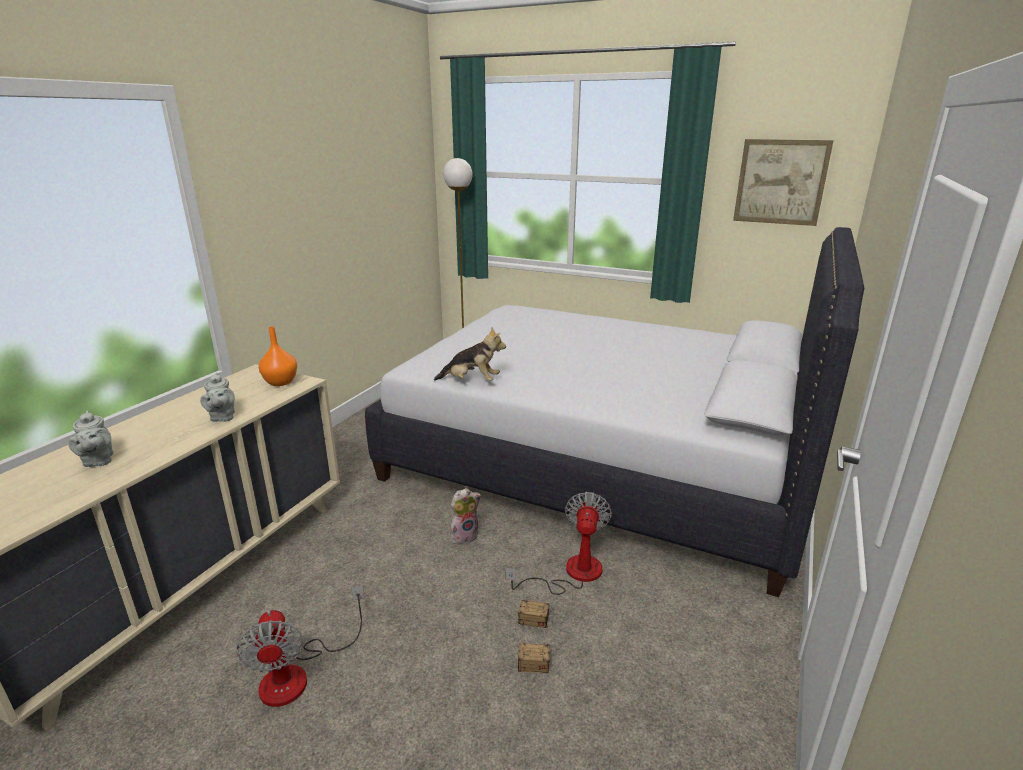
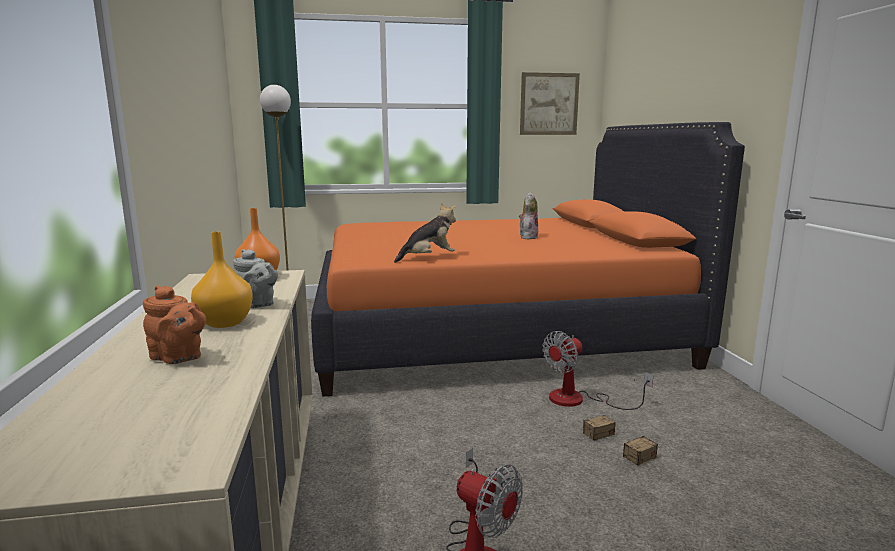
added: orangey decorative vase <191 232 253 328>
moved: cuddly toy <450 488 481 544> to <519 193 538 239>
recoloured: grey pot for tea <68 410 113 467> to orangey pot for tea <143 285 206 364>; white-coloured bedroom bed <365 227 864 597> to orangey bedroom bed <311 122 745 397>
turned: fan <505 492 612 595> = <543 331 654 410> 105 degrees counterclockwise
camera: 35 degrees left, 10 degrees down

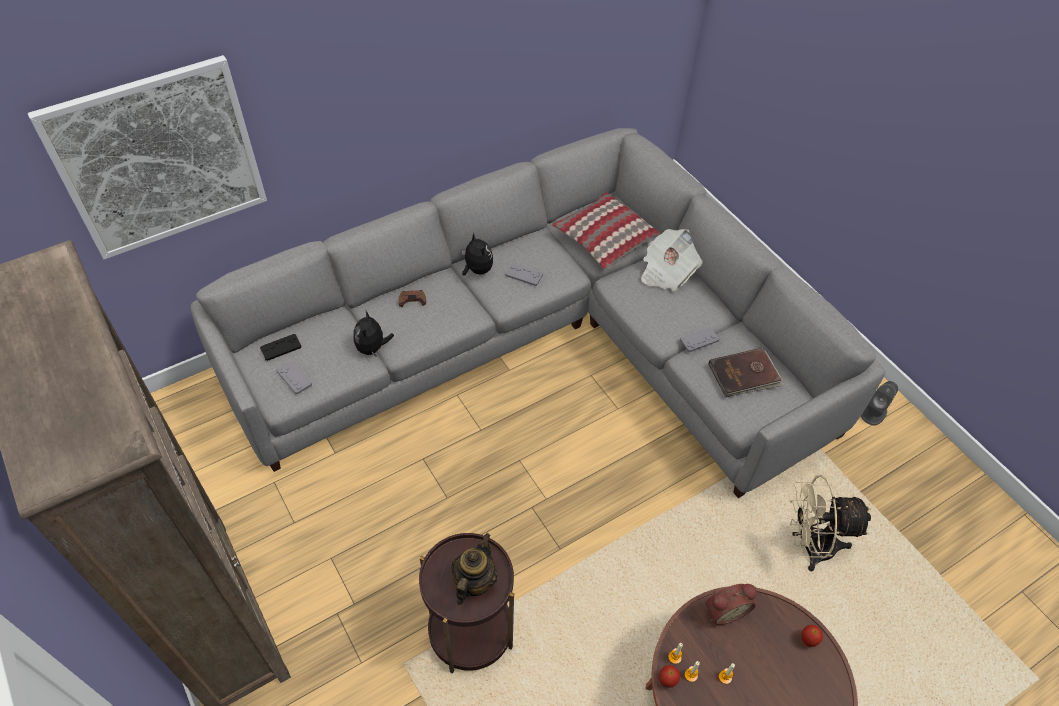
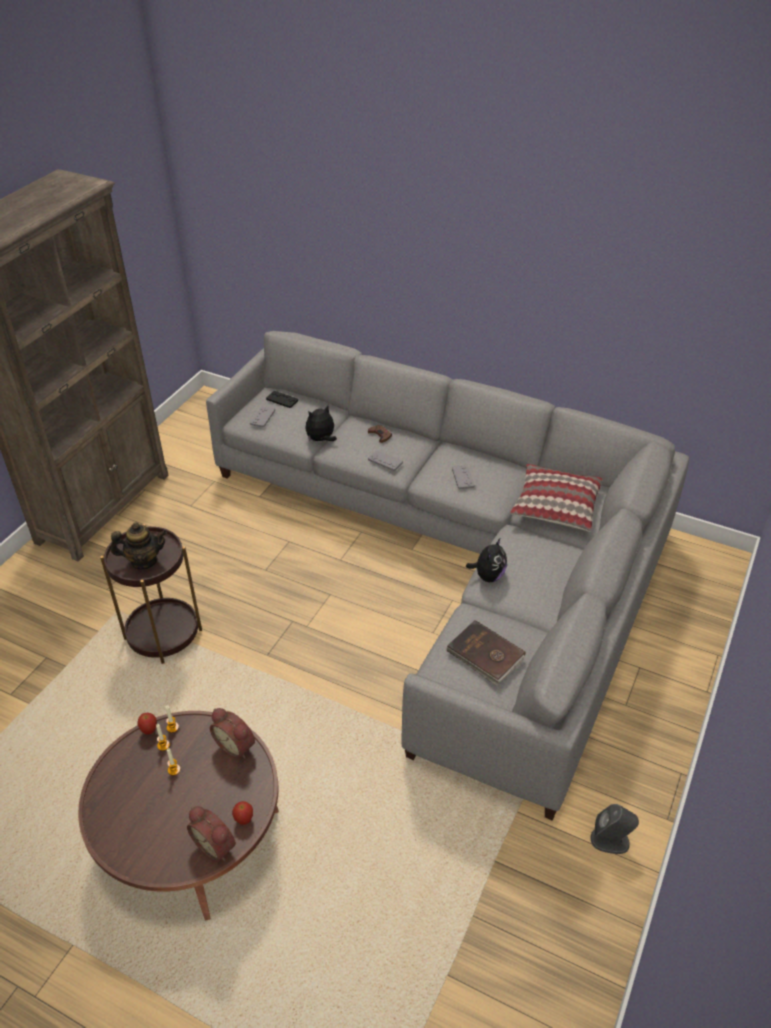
removed: wall picture <27 55 267 260>; daily paper <641 229 703 291>; beige-coloured fan <790 475 871 571>
added: bedside clock <187 806 236 862>
moved: cuddly toy <462 233 493 276> to <466 538 507 582>; grey gamepad <680 327 719 352> to <368 450 403 471>
camera: 60 degrees right, 10 degrees down

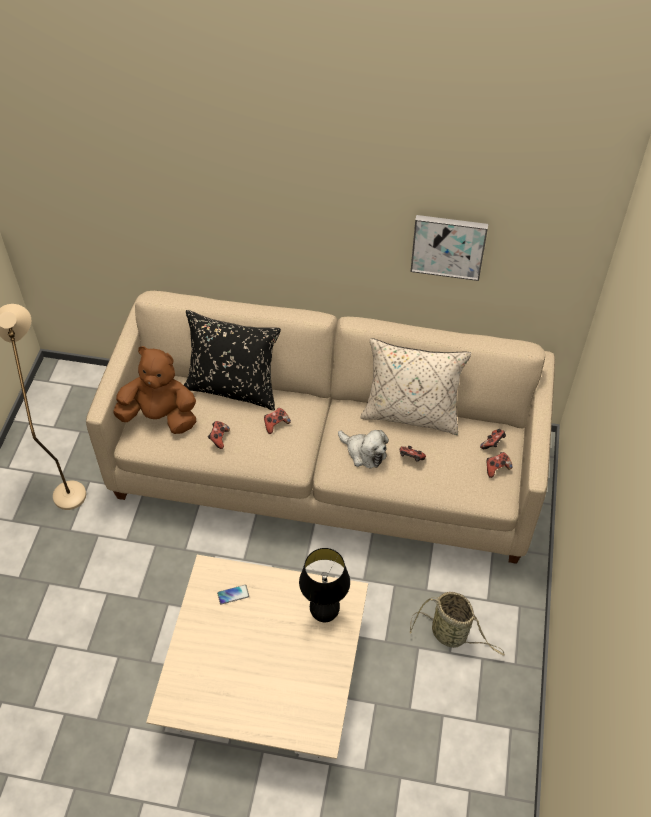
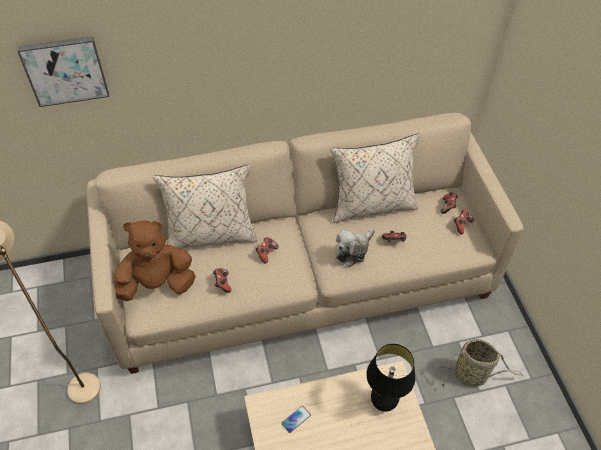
moved: wall picture <411 215 488 281> to <17 36 109 107>
recoloured: black-coloured pillow <184 310 281 410> to beige-coloured pillow <153 165 258 249>
turned: cuddly toy <338 430 389 468> = <336 229 375 267> 120 degrees clockwise
camera: 25 degrees left, 0 degrees up

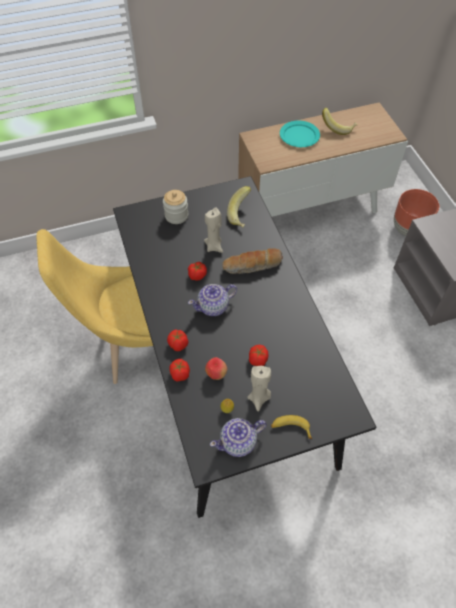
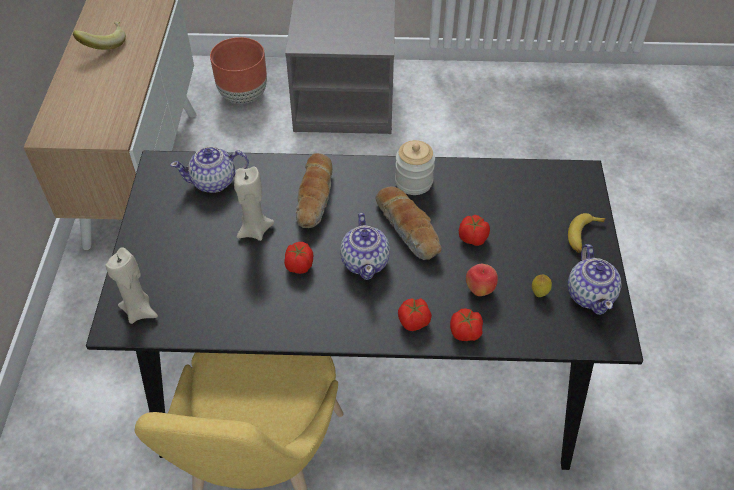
removed: blue-green dinner plate <280 121 320 147>
added: bakery bread <375 186 442 260>
moved: preserve jar <163 190 188 224> to <395 140 435 195>; beige-coloured candle <247 366 271 412> to <105 247 158 324>
replaced: banana fruit <227 186 251 228> to pot for tea <170 146 249 193>
camera: 70 degrees left, 5 degrees down

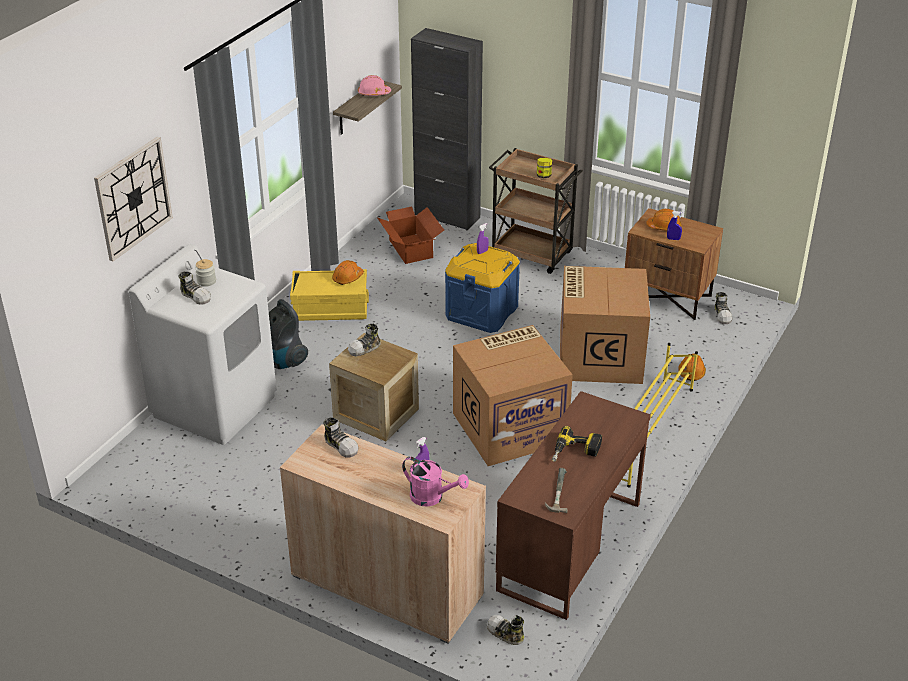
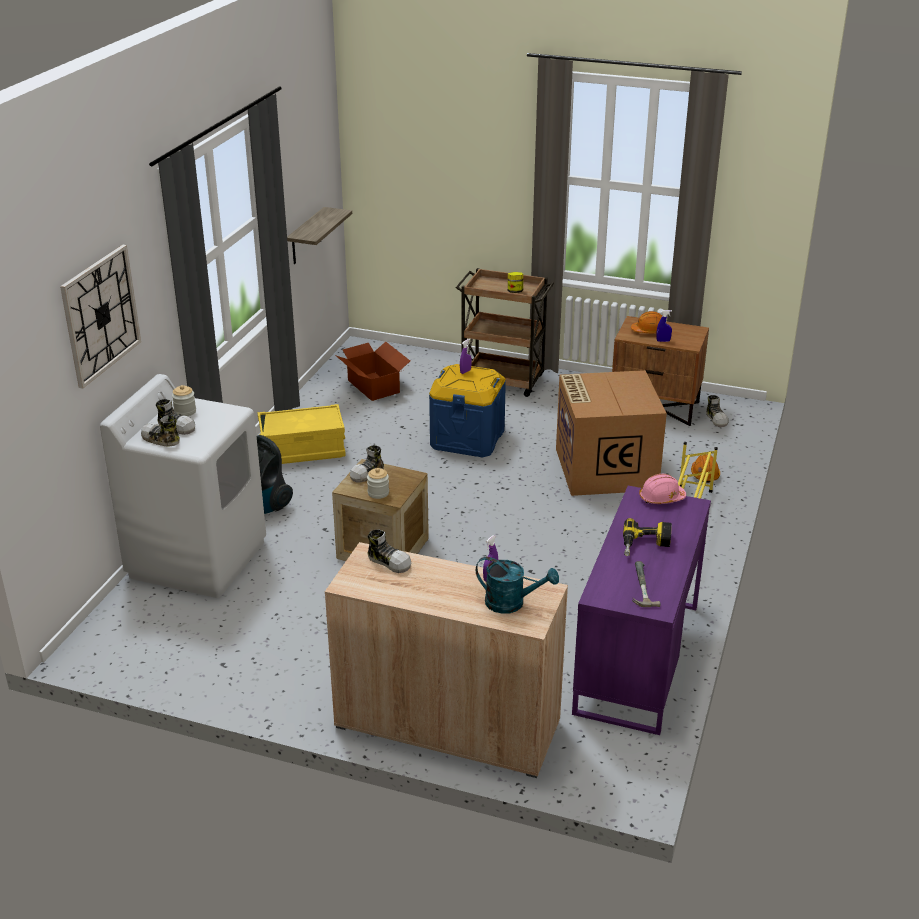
removed: orangey safety helmet <332 260 364 285>; black-coloured cabinet <411 28 483 230>; carton <453 325 573 466>
added: preserve jar <367 468 389 499>
moved: pink-coloured safety helmet <358 75 391 96> to <639 474 686 504>; item of footwear <487 615 525 645> to <141 415 180 447>
recoloured: pink-coloured watering pot <402 457 469 507> to blue-green watering pot <476 557 559 614>; brown-coloured desk table <496 391 651 620> to purplish desk table <572 486 711 735>
camera: 10 degrees left, 5 degrees down

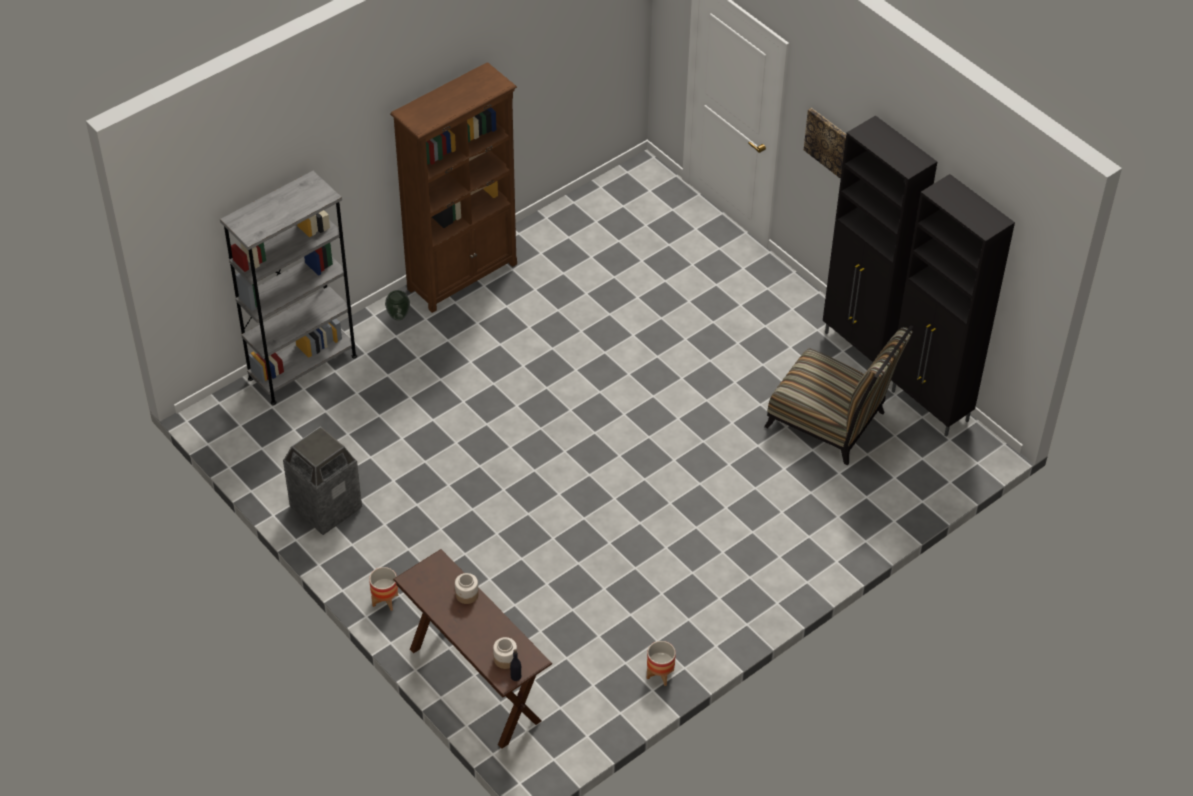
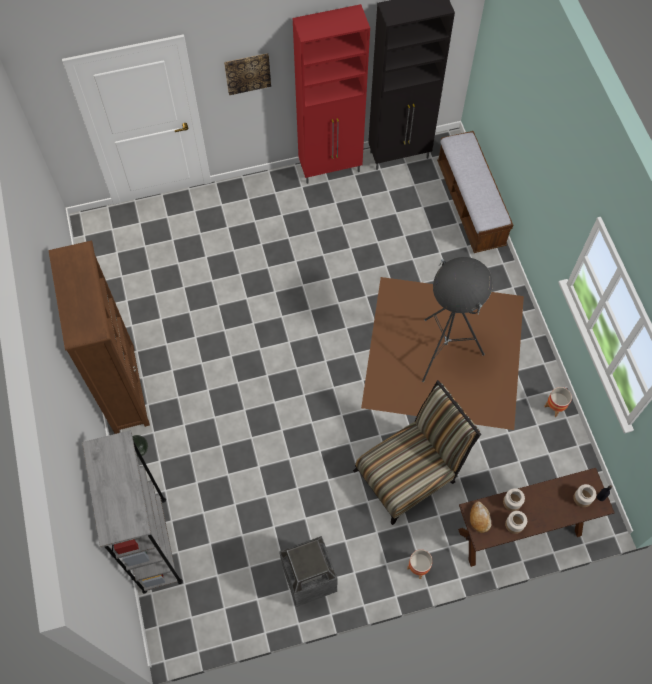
added: brown-coloured standing lamp <361 257 524 430>; long seat <437 131 513 253>; bakery bread <470 501 491 533>; preserve jar <505 511 527 534>
moved: plain chair <764 326 913 465> to <353 380 481 525>
recoloured: black-coloured cabinet <823 115 937 362> to red cabinet <293 4 370 184>
camera: 65 degrees left, 15 degrees up

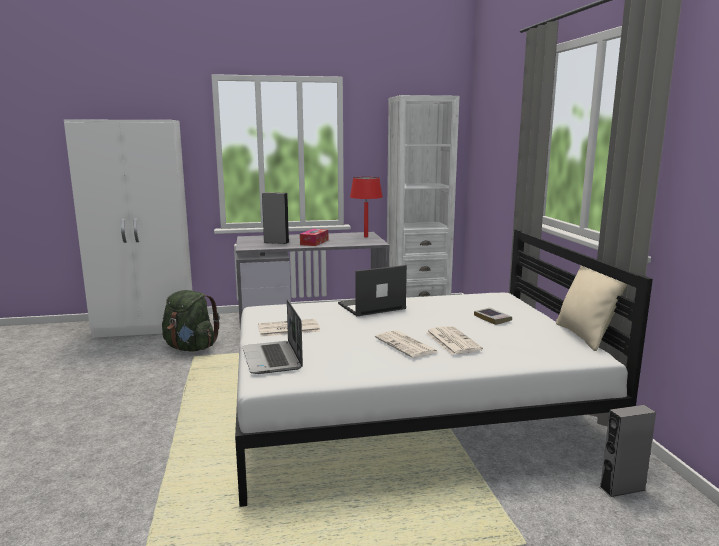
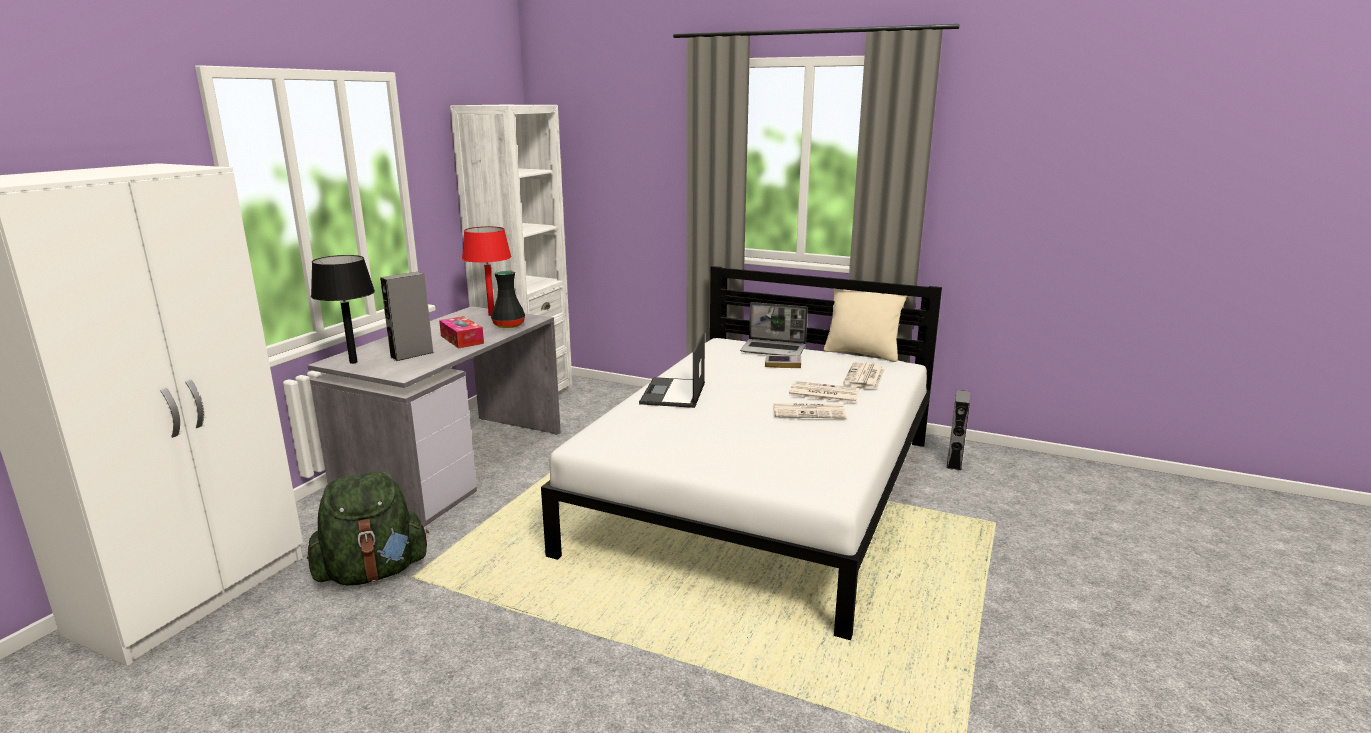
added: black-coloured lamp for a table <311 255 375 364>; black-coloured decorative vase <491 271 525 328>
moved: notebook computer <242 299 303 374> to <740 302 808 356>; daily paper <258 319 320 337> to <843 362 885 389>
camera: 55 degrees left, 5 degrees up

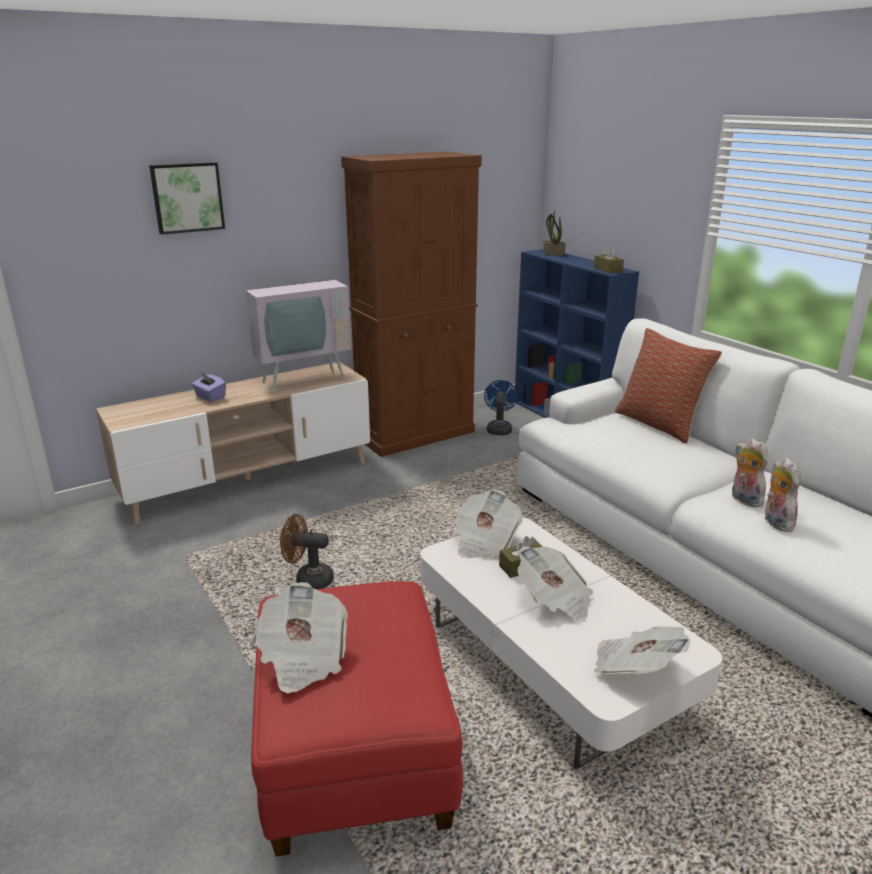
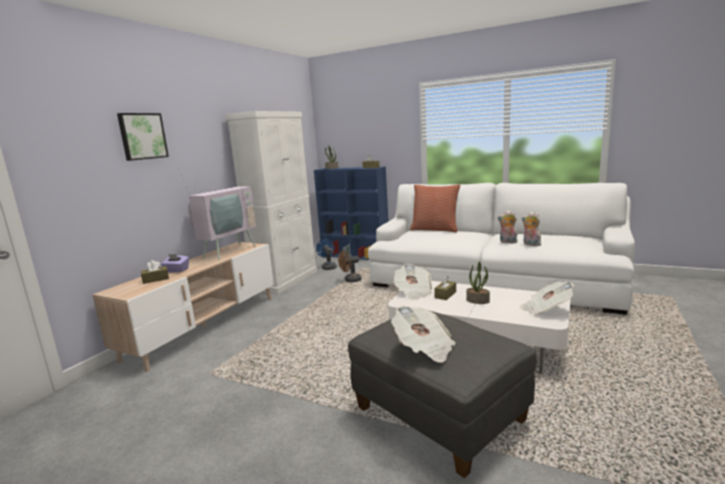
added: brown-coloured tissue box <141 260 169 284>
moved: brown-coloured fan <280 514 334 589> to <338 251 362 282>
replaced: daily paper <517 546 593 622> to houseplant <467 261 490 304>
recoloured: red pouffe <251 581 463 857> to grey pouffe <348 310 537 478>; brown-coloured cabinet <341 152 482 457> to white-coloured cabinet <225 111 317 294>
camera: 30 degrees left, 10 degrees down

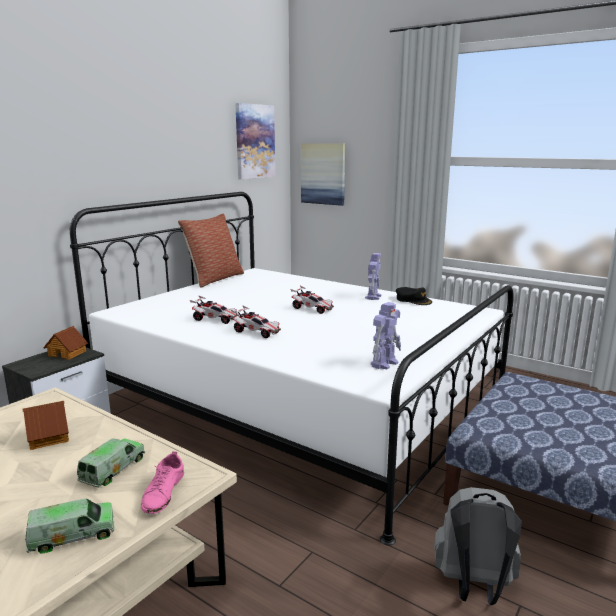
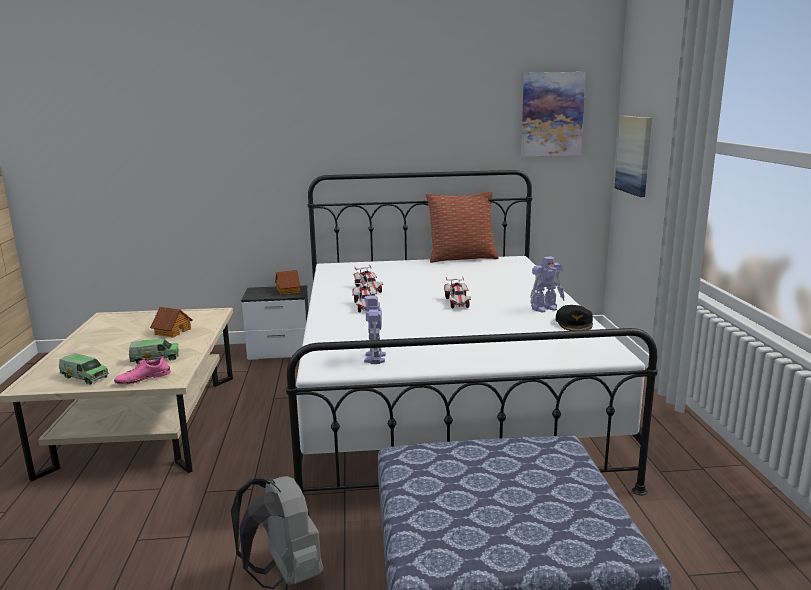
turned: model robot <371 302 401 369> = <364 295 386 364> 90 degrees clockwise
camera: 50 degrees right, 0 degrees up

